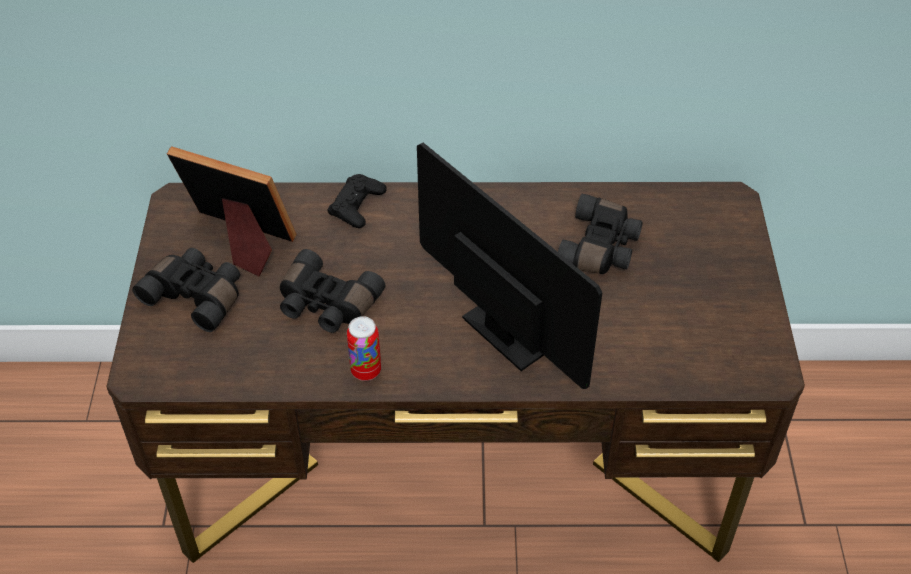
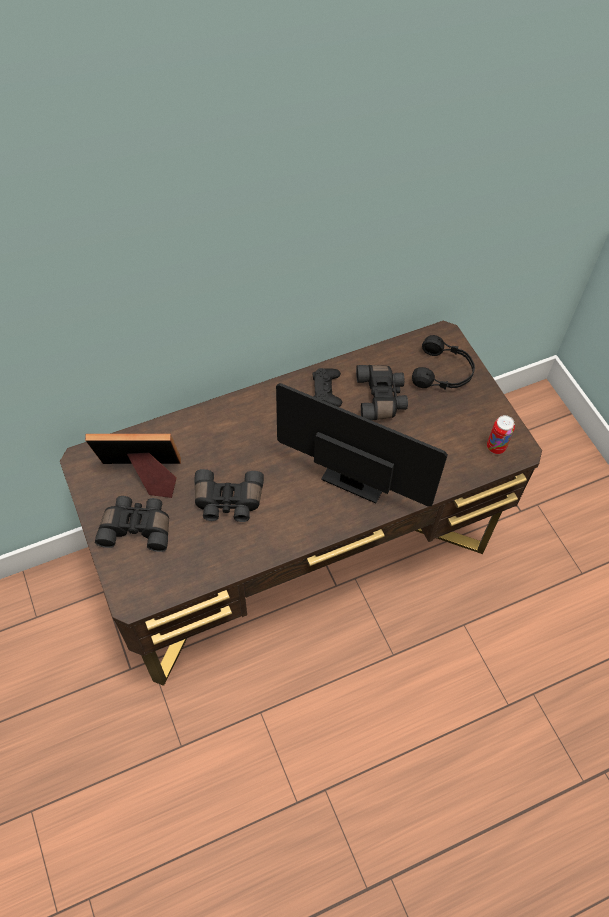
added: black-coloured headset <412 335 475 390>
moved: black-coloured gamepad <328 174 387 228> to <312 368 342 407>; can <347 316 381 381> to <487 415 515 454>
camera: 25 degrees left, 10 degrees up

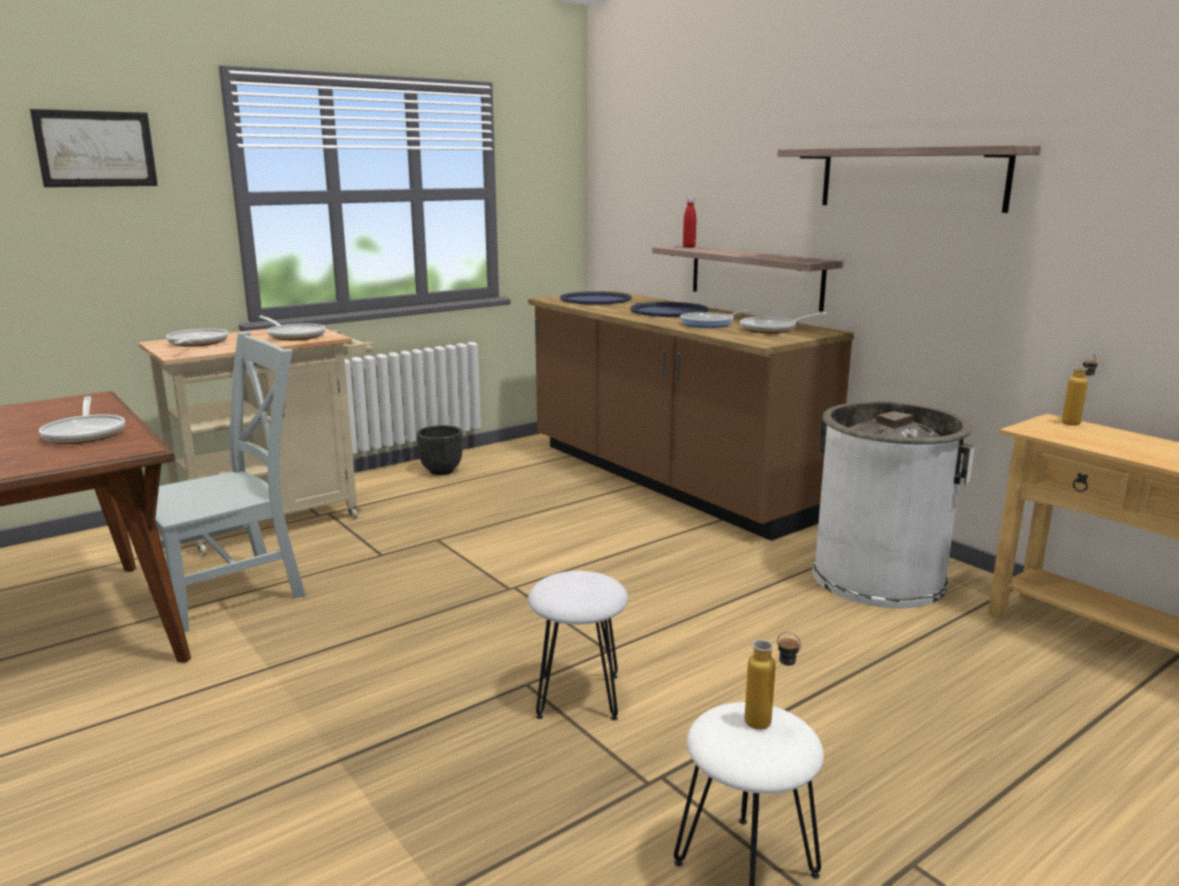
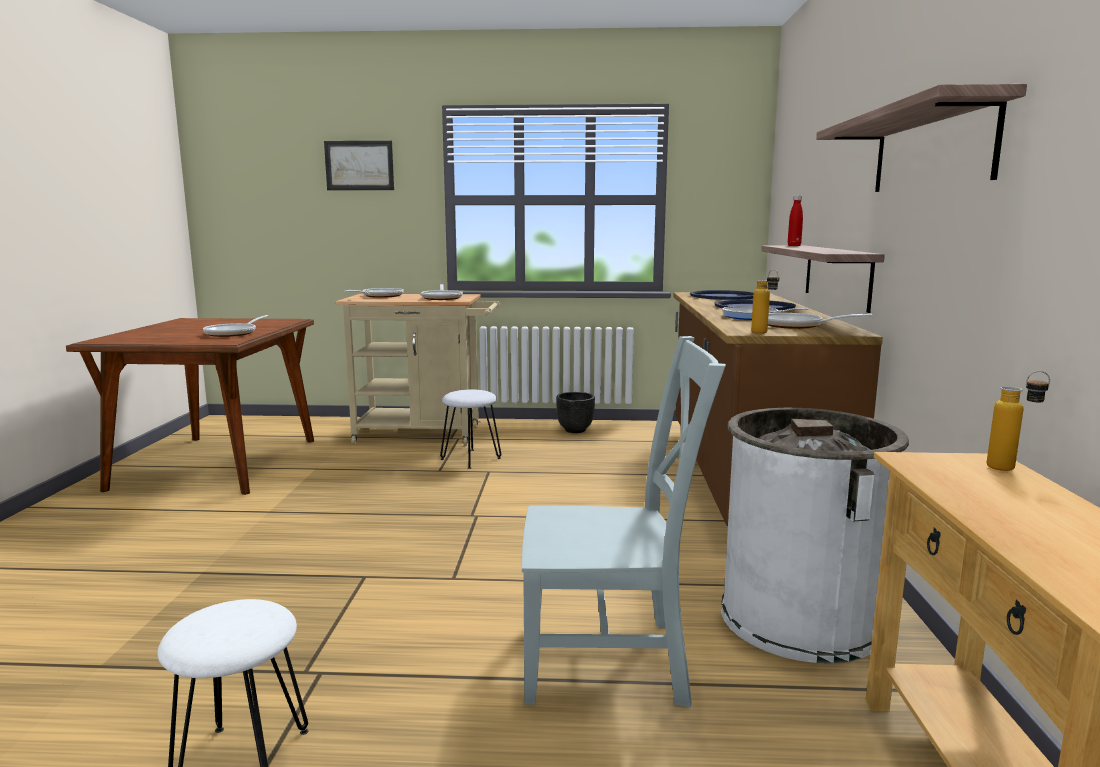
moved: grey plain chair <149 332 306 632> to <522 336 726 707>; white-coloured stool seat <528 571 628 721> to <440 390 501 469>; beverage bottle <745 632 801 730> to <751 270 779 334>
camera: 40 degrees right, 5 degrees down

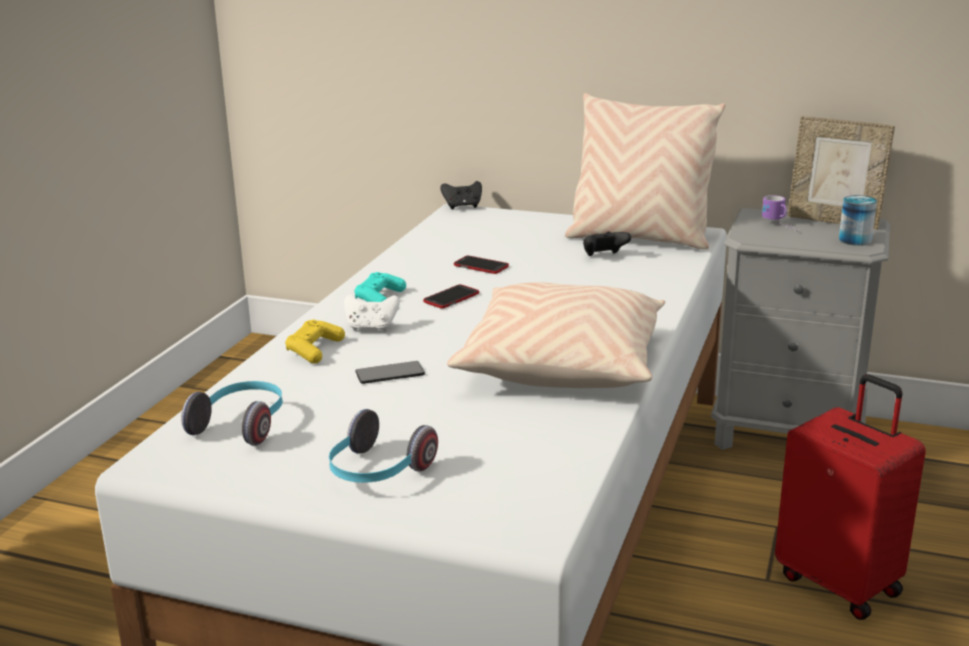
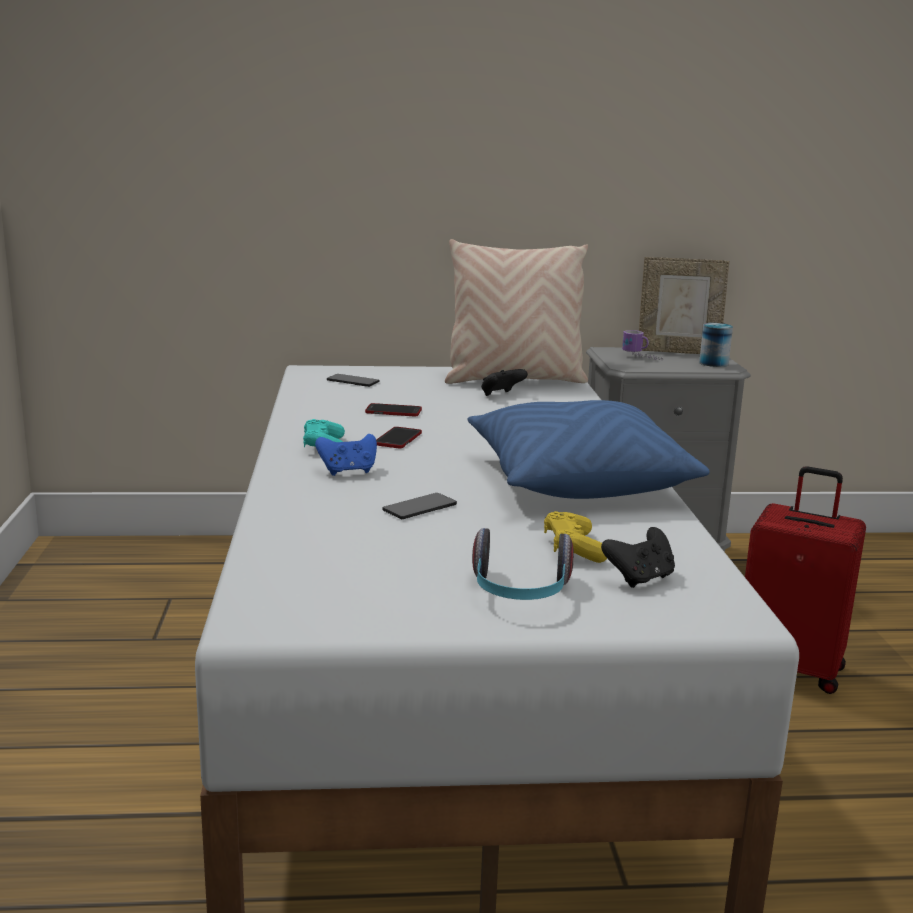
removed: headset <181 381 283 446>
added: handset <327 374 380 387>
moved: yellow-coloured gamepad <285 320 345 364> to <544 511 607 563>; black-coloured gamepad <440 181 482 210> to <601 527 675 588>
recoloured: white-coloured gamepad <344 295 400 332> to blue-coloured gamepad <315 434 377 476>; beige-coloured pillow <447 282 665 388> to blue-coloured pillow <467 400 710 499>
camera: 25 degrees left, 5 degrees down

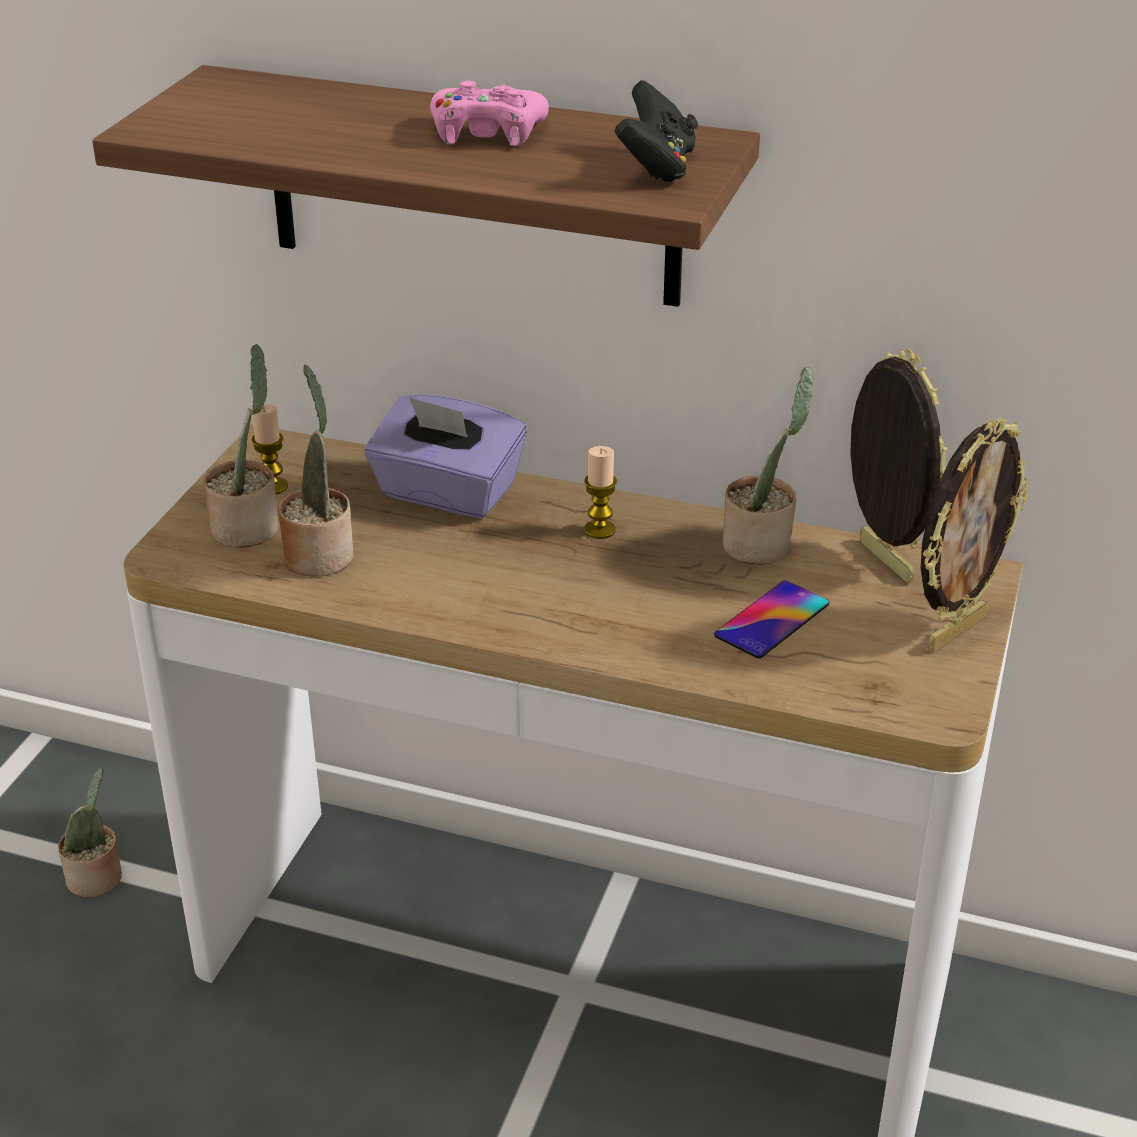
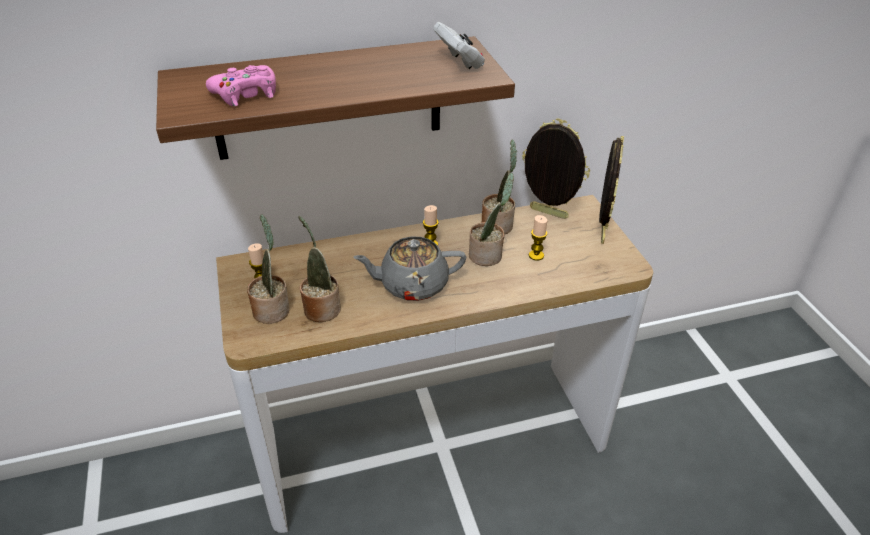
removed: purplish tissue box <364 394 527 518>
added: grey pot for tea <353 236 466 301>
moved: houseplant <58 768 122 897> to <469 173 514 266>; pink-coloured gamepad <430 81 549 146> to <206 65 276 106>
replaced: handset <714 581 829 658> to candle <529 215 548 261>
recoloured: black-coloured gamepad <614 80 698 182> to white-coloured gamepad <433 22 485 69>
camera: 35 degrees left, 5 degrees up

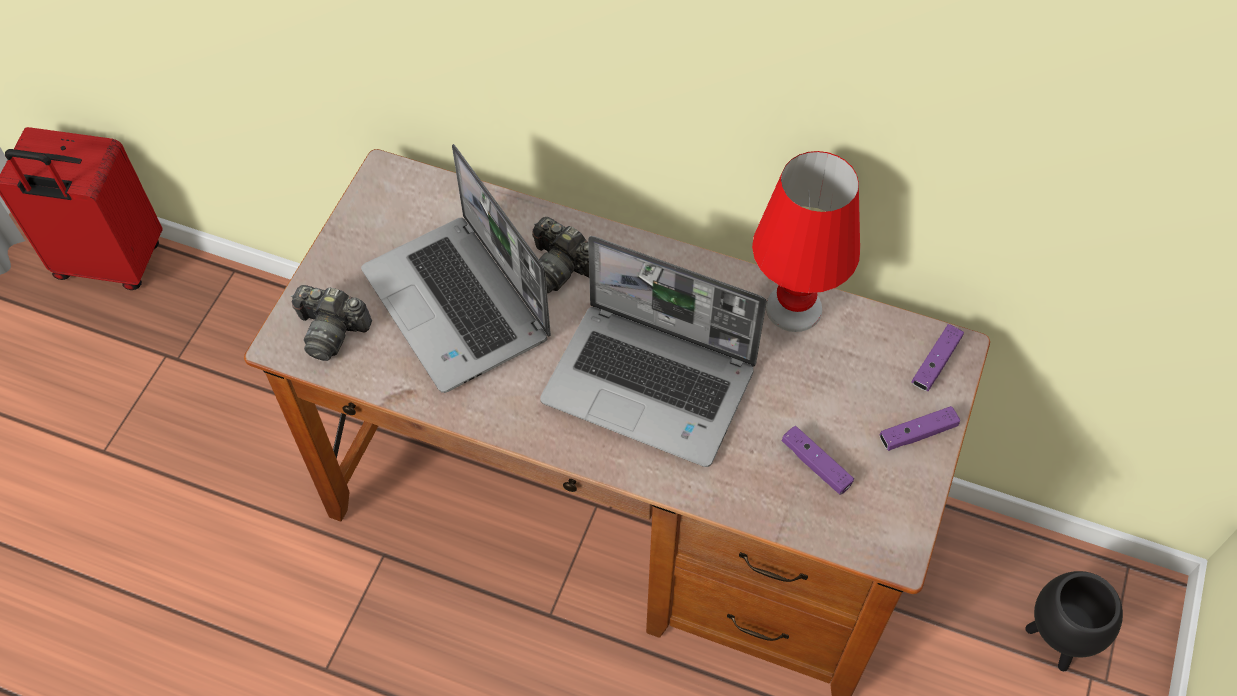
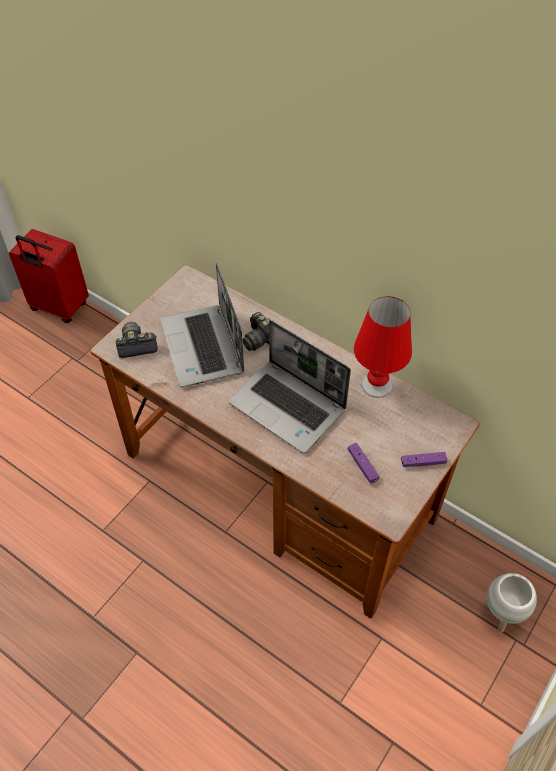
removed: purplish gamepad <912 324 964 391>
recoloured: black-coloured flower pot <1025 571 1123 671> to white-coloured flower pot <485 573 537 632>
turned: still camera <291 285 372 361> = <116 322 158 358> 135 degrees clockwise
camera: 15 degrees right, 5 degrees down

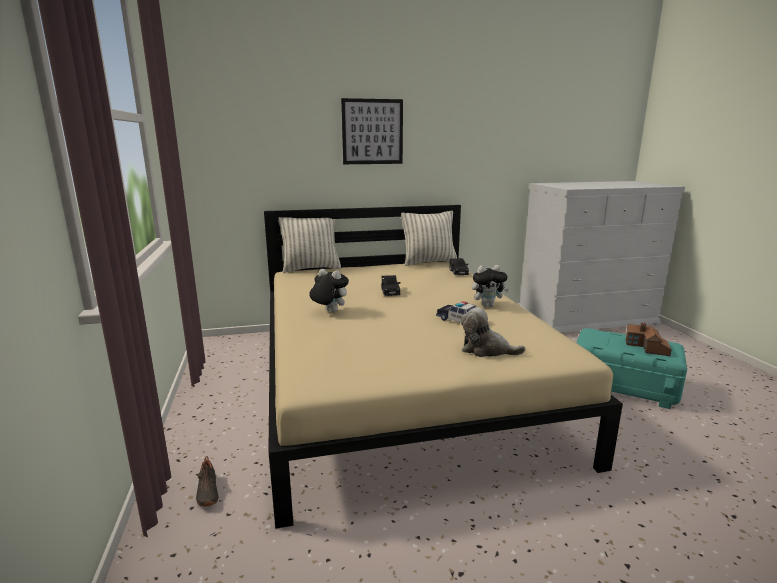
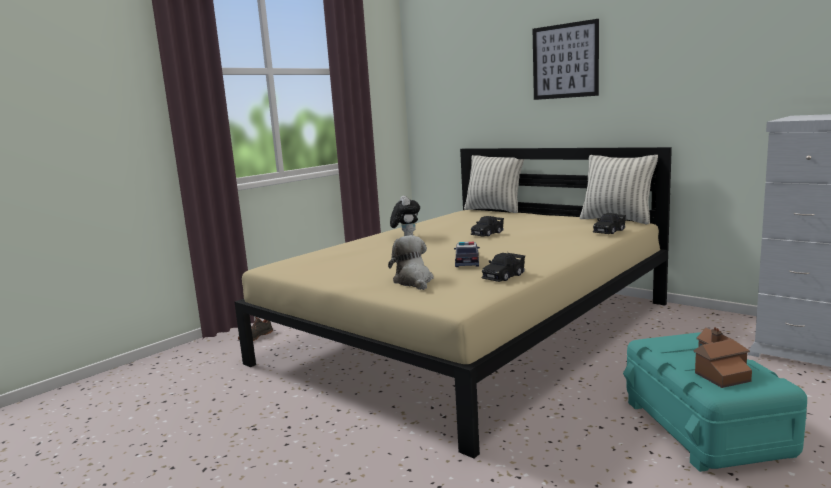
removed: cuddly toy <471 265 509 307>
added: black-coloured model car <481 251 525 282>
camera: 55 degrees right, 5 degrees down

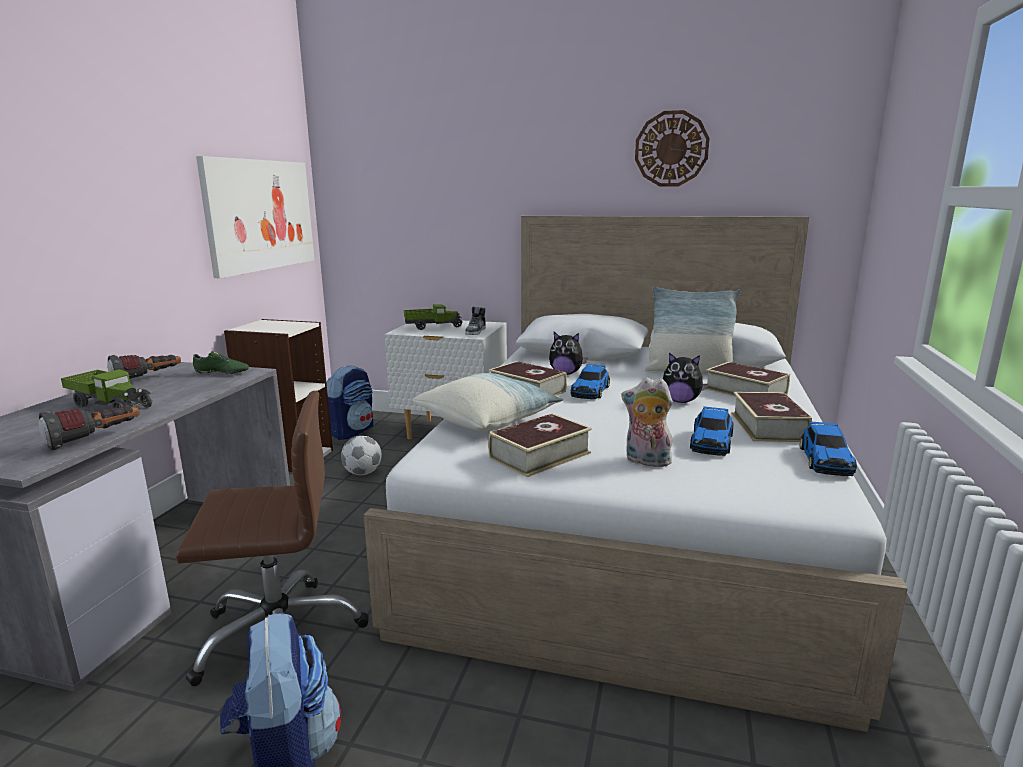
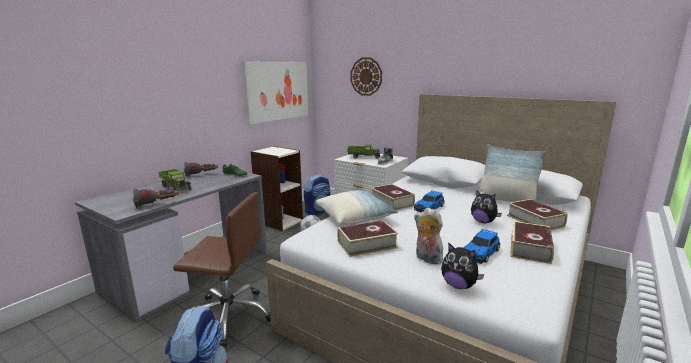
removed: model car <800 421 857 476>
moved: cuddly toy <549 332 588 375> to <441 242 484 289>; wall clock <635 110 710 187> to <351 57 382 96>
camera: 20 degrees right, 0 degrees up

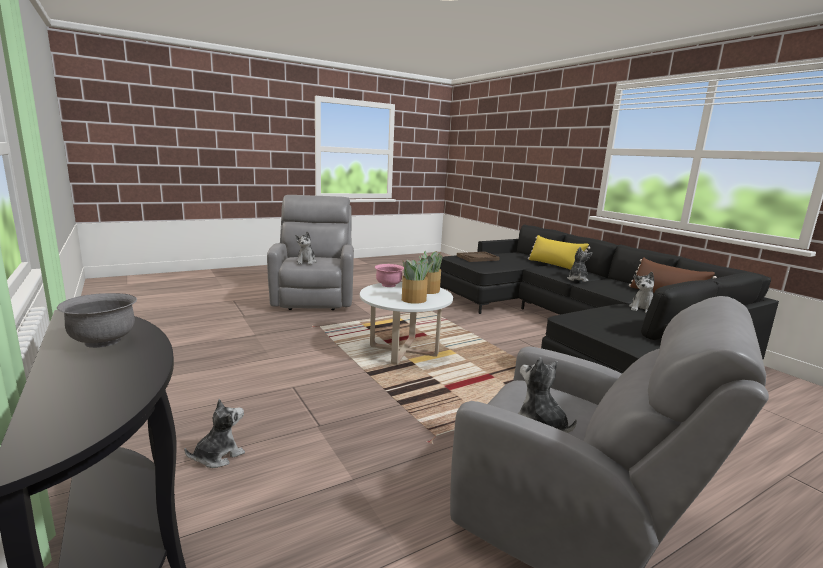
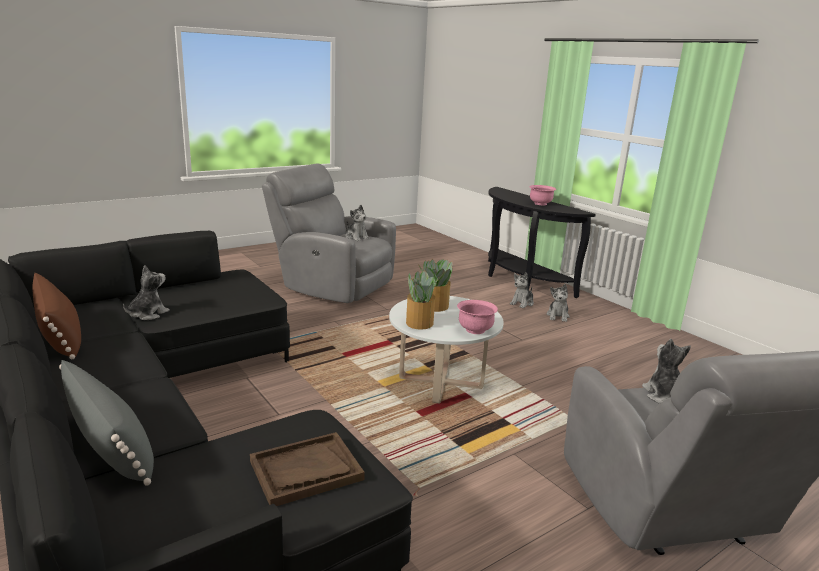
moved: cuddly toy <567 247 592 282> to <546 284 570 322>
recoloured: grey serving bowl <57 293 137 348> to pink-coloured serving bowl <530 185 556 205>; yellow-coloured pillow <528 235 590 270> to grey pillow <59 360 154 486>
camera: 175 degrees right, 5 degrees up

